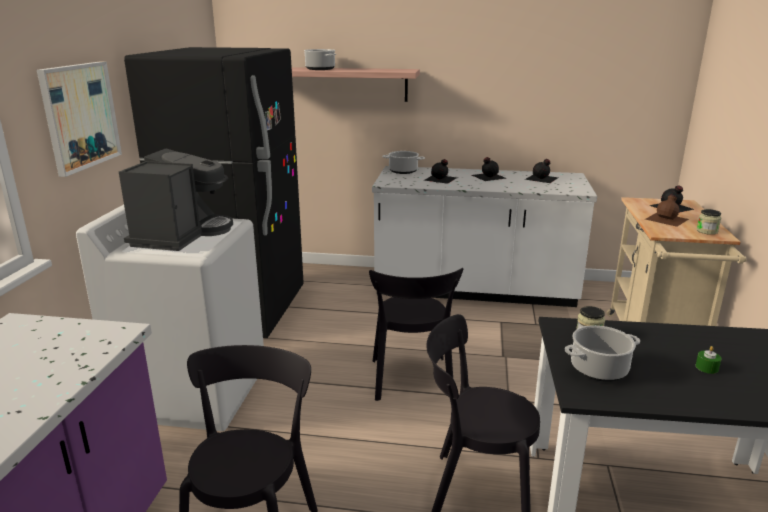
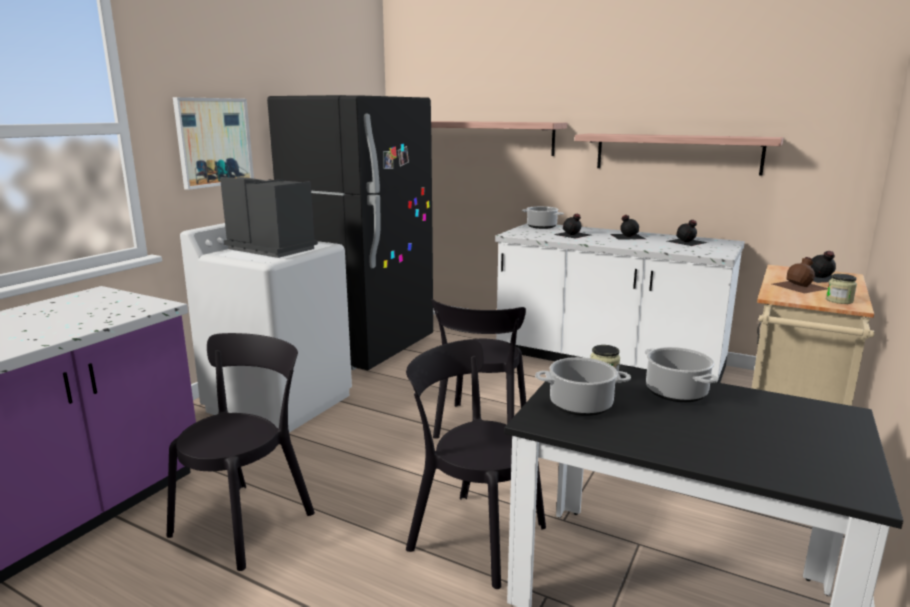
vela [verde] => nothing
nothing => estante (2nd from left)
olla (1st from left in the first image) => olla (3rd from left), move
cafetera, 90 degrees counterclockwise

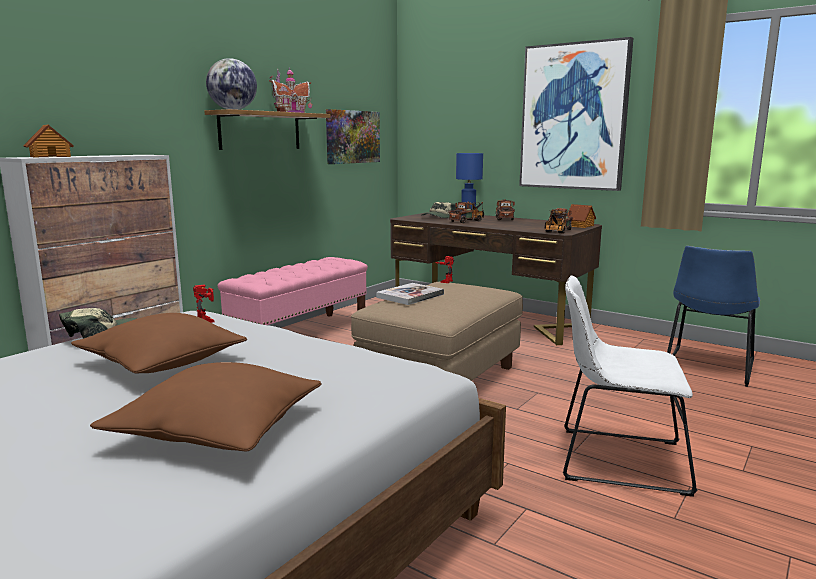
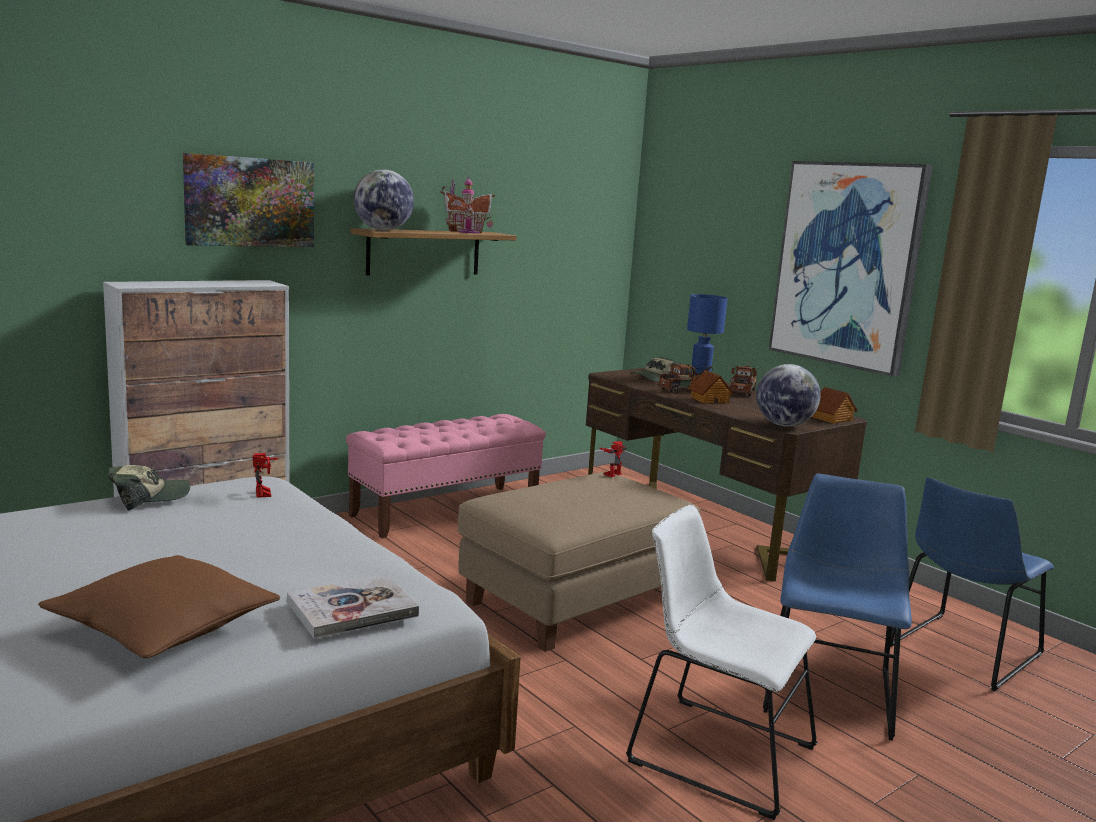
cojín [marrón] (1st from left) => nothing
nothing => silla [azul] (1st from left)
casita (1st from left in the first image) => casita (2nd from left), move
cuadro (1st from left), move
libro, move
camión de juguete (3rd from left) => globo terráqueo (2nd from left)

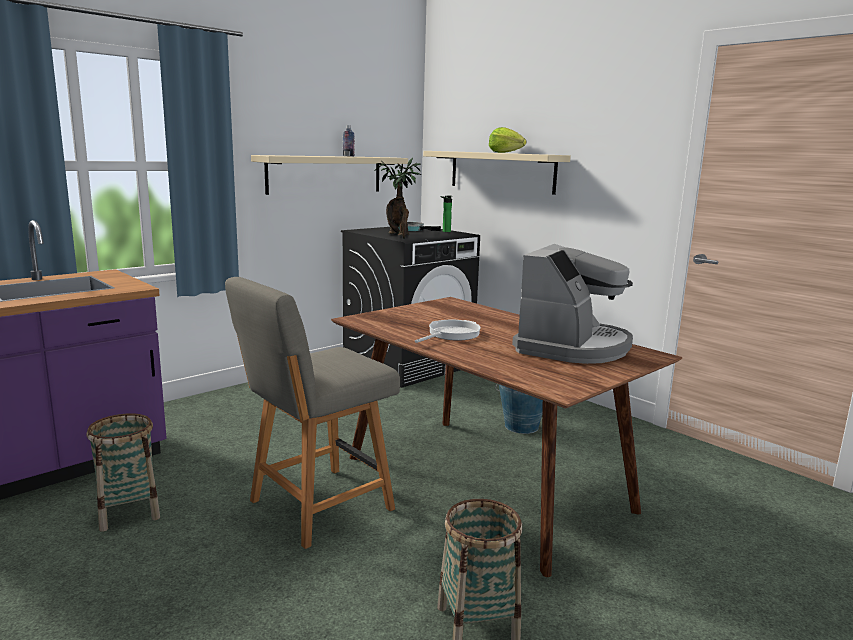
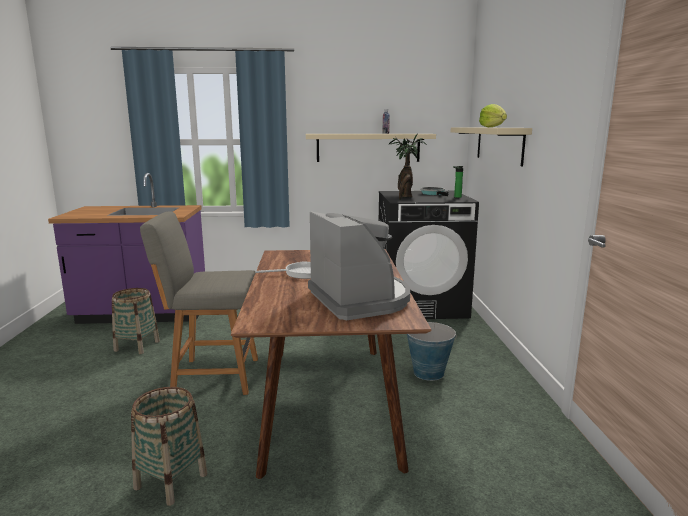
cafetera, 90 degrees counterclockwise

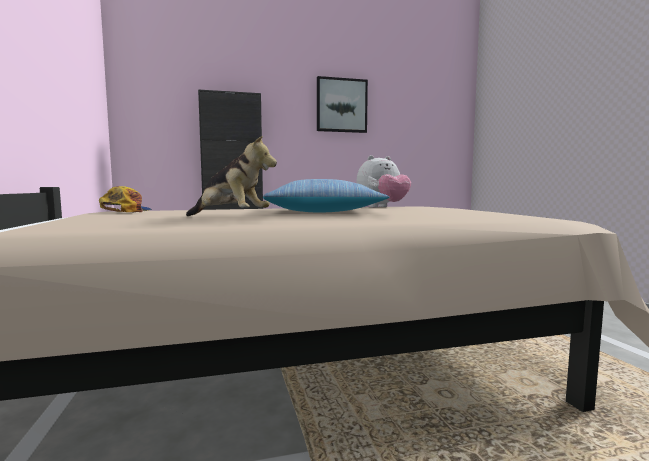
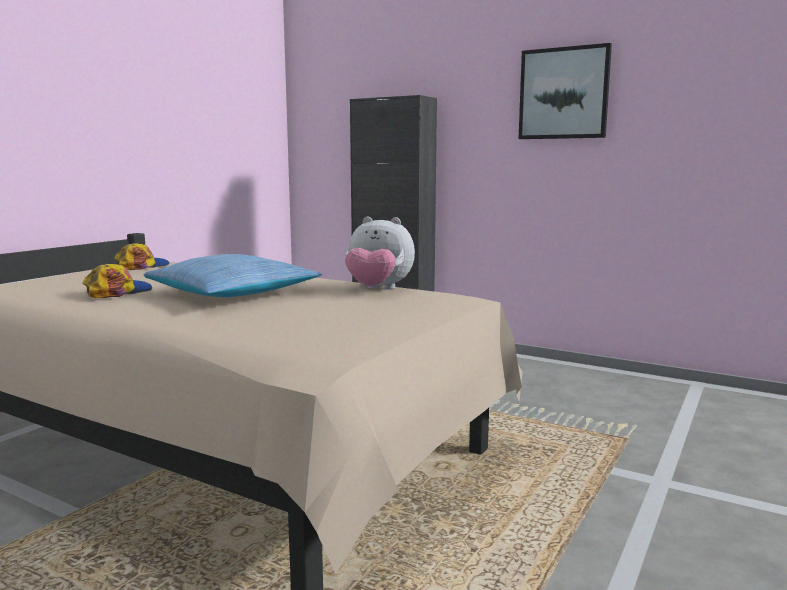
peluche (1st from left) => gorra (1st from left)

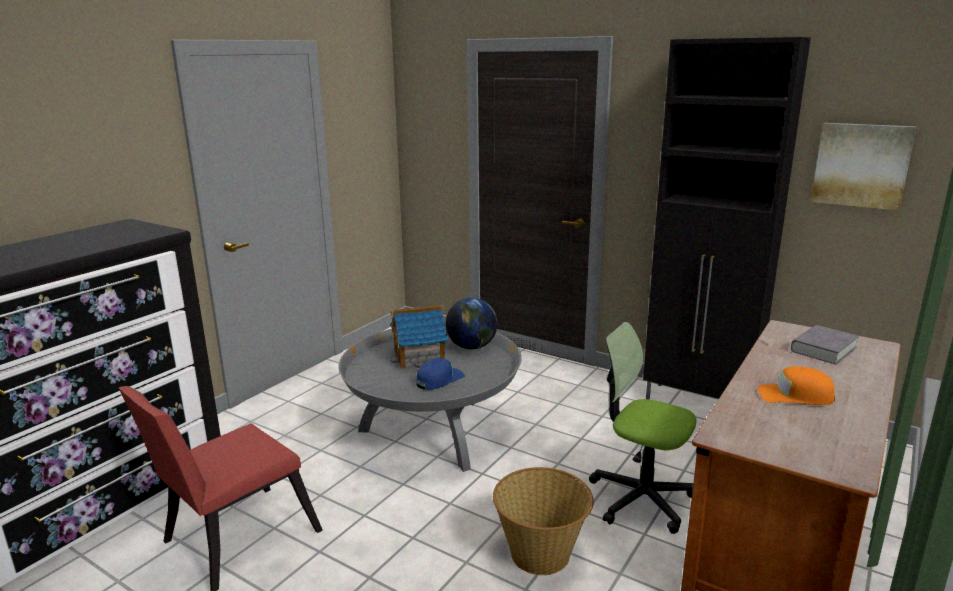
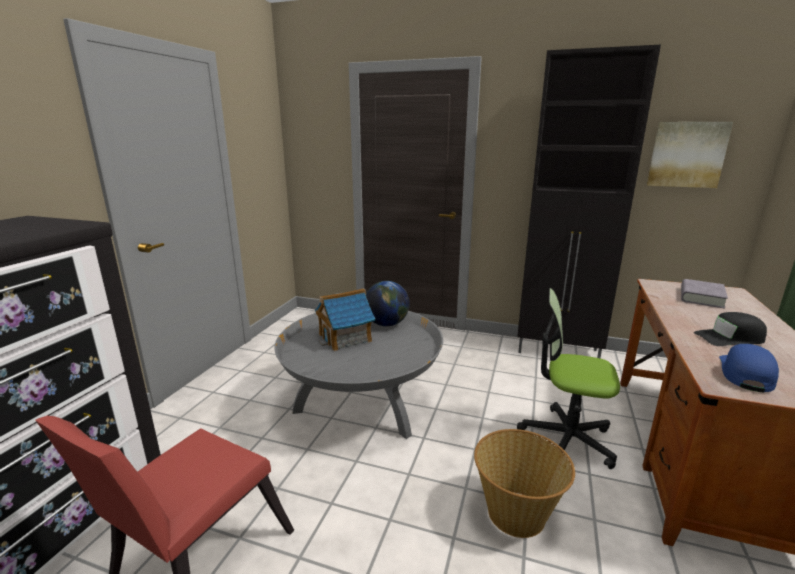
gorra [azul], move
gorra [naranja] => gorra [negro]

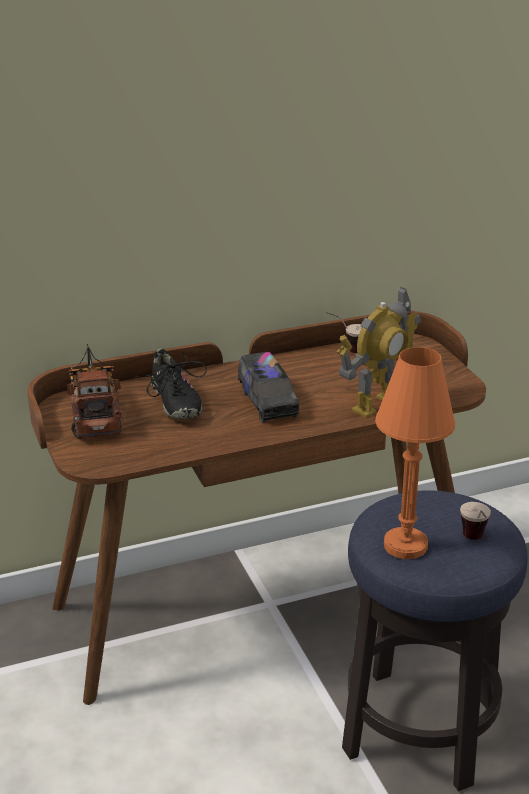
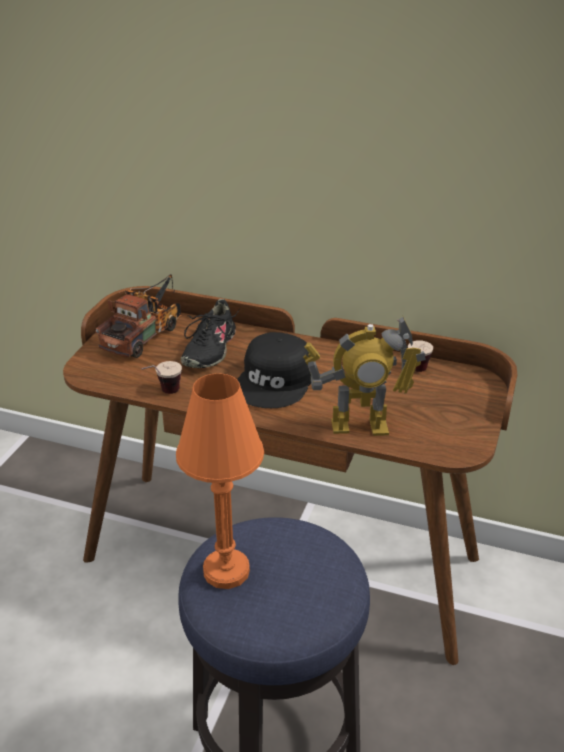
taza (2nd from left in the first image) => taza (1st from left), move
camión de juguete (2nd from left) => gorra [negro]

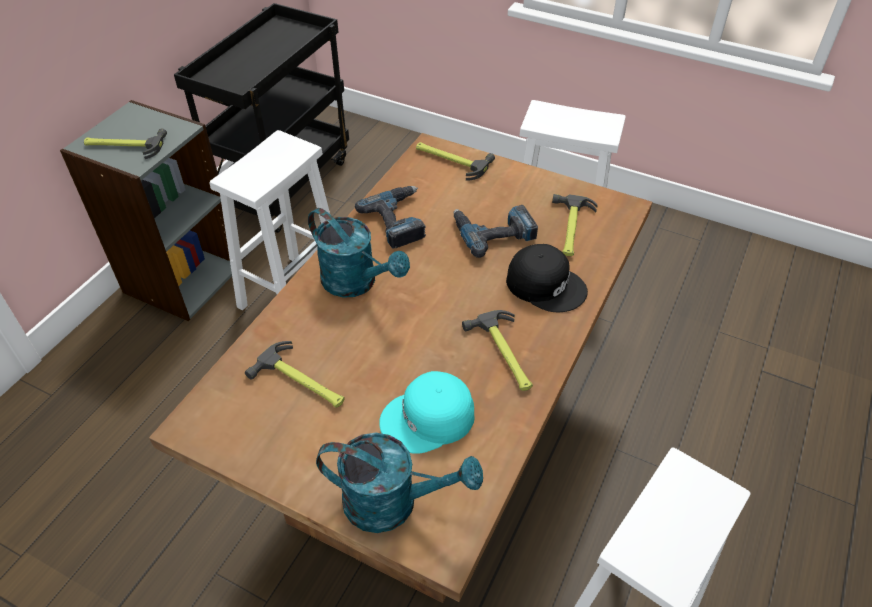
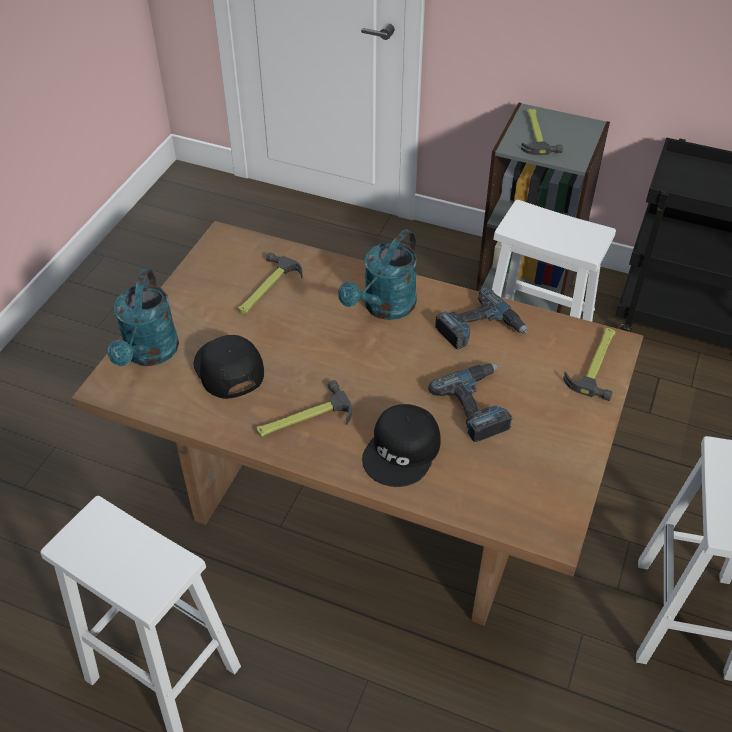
martillo (5th from left) => nothing
gorra [turquesa] => gorra [negro] (1st from left)

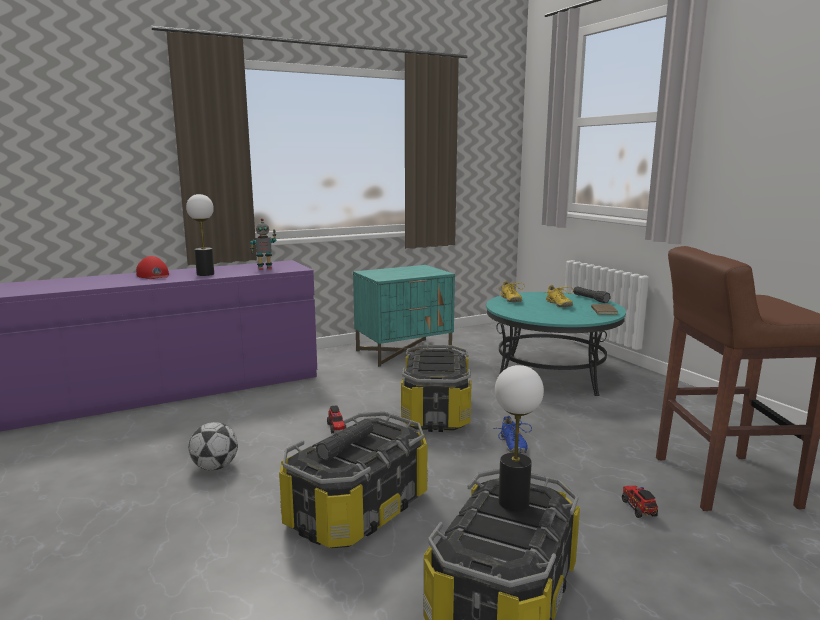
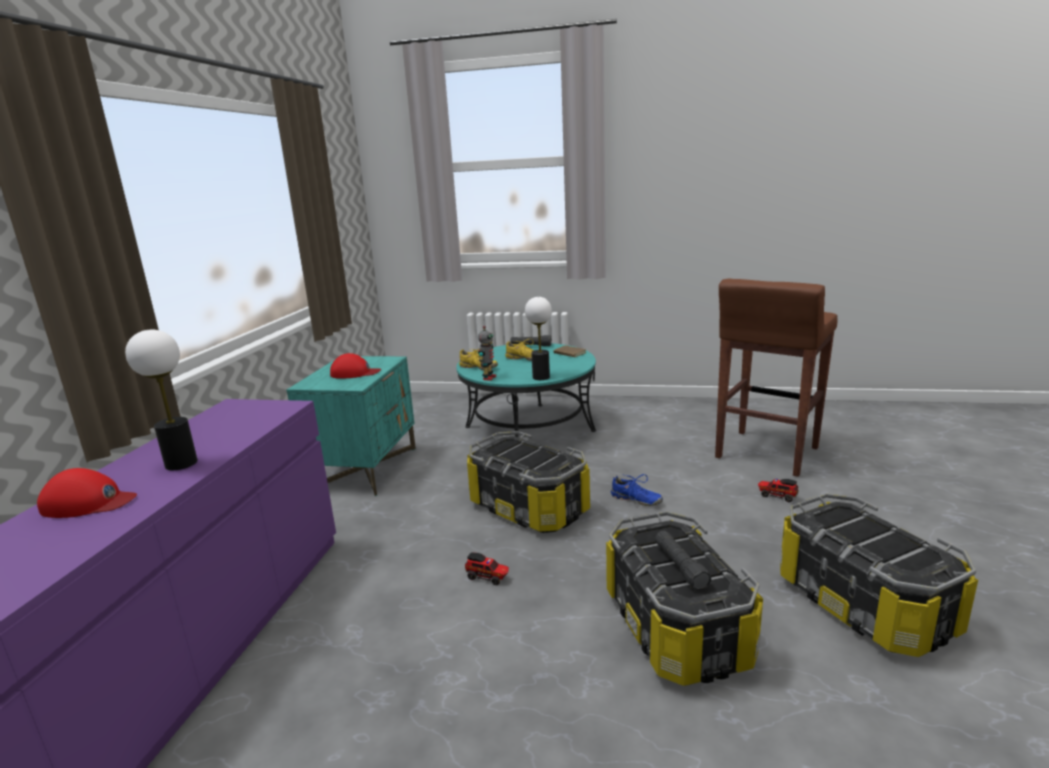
balón de fútbol => nothing
nothing => gorra [rojo] (2nd from left)
robot de juguete, move
lámpara de mesa (2nd from left), move

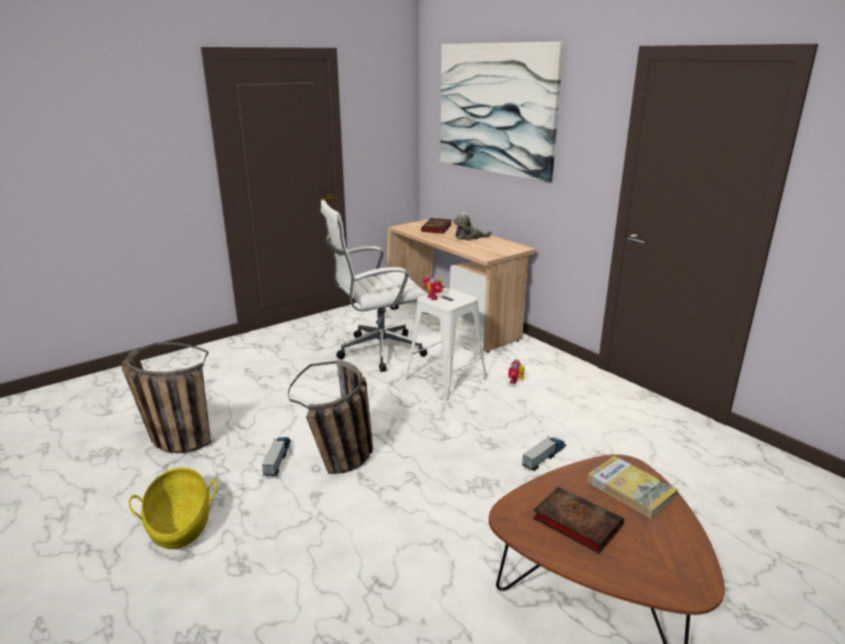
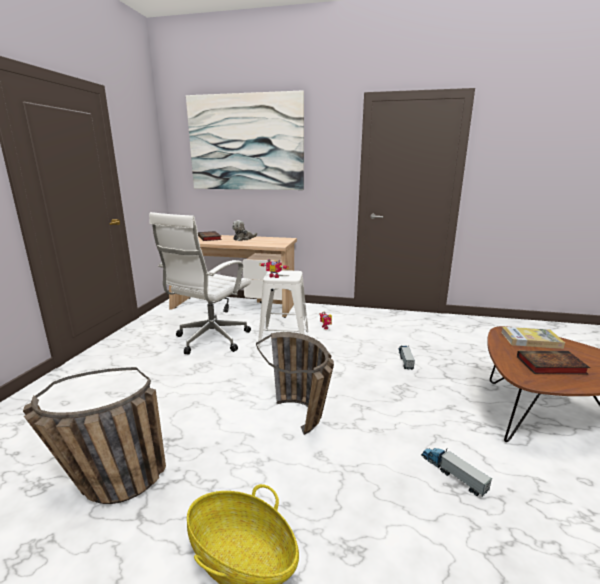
camión de juguete (1st from left in the first image) => camión de juguete (2nd from left), move

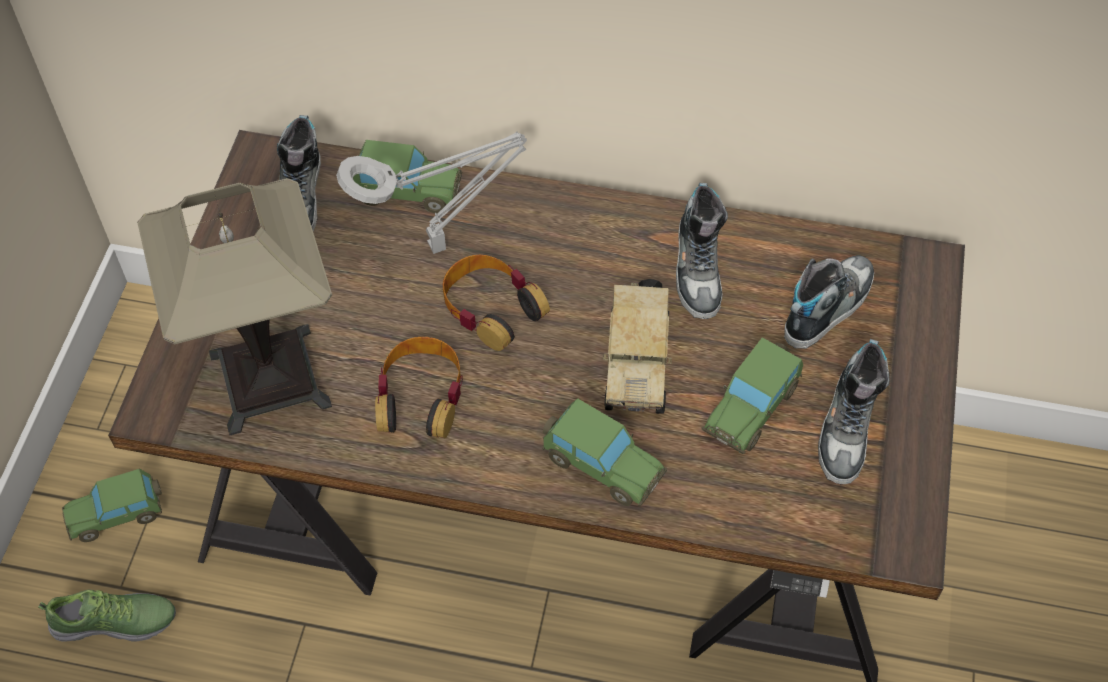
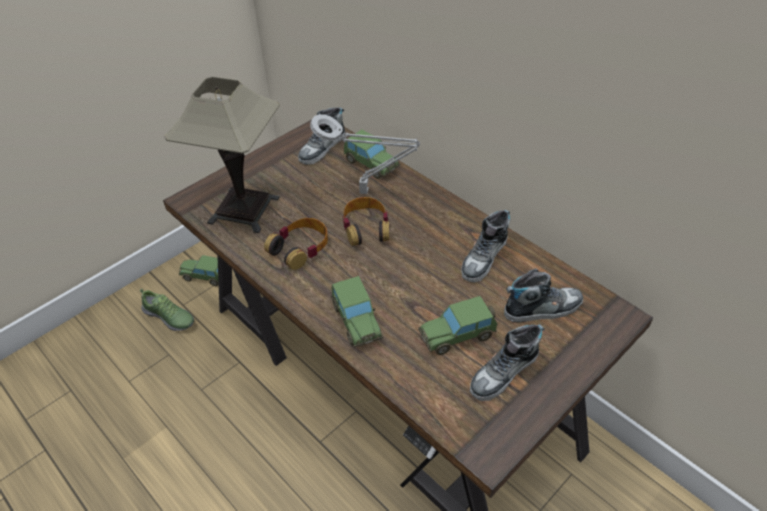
camión de juguete => nothing

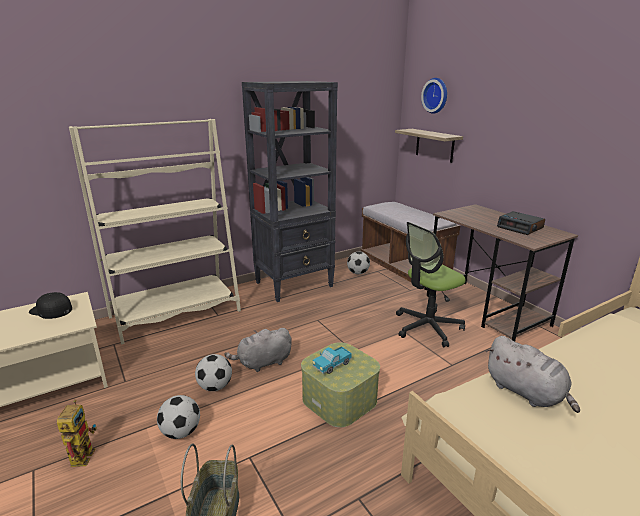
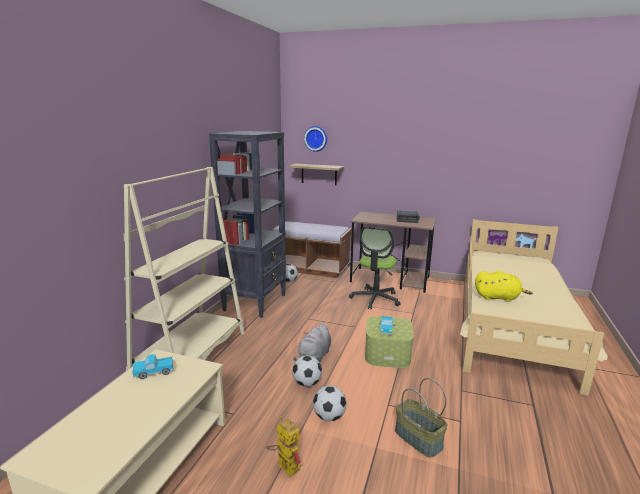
gorra [negro] => camión de juguete (1st from left)
peluche [gris] (2nd from left) => peluche [amarillo]

